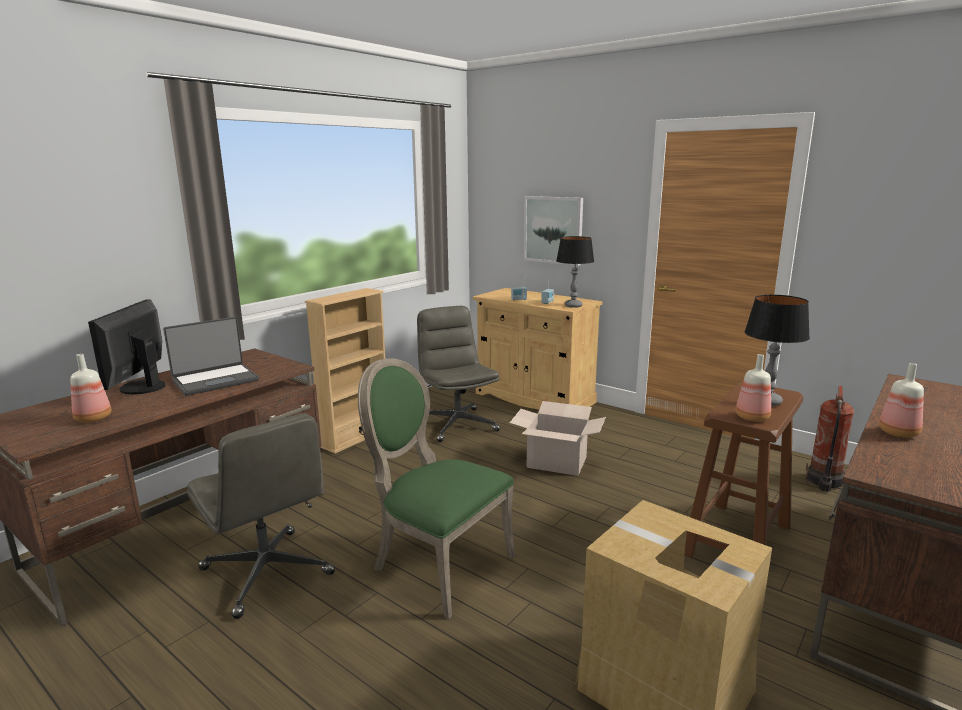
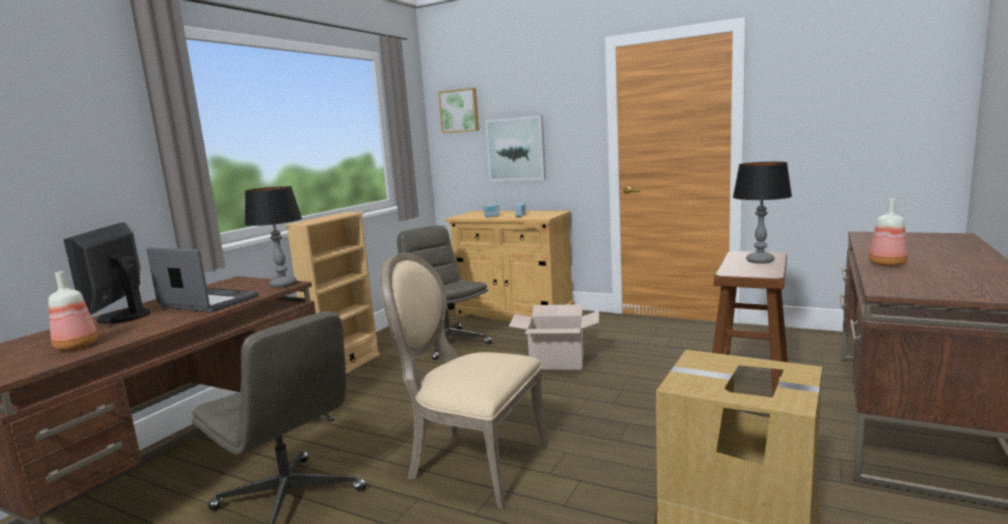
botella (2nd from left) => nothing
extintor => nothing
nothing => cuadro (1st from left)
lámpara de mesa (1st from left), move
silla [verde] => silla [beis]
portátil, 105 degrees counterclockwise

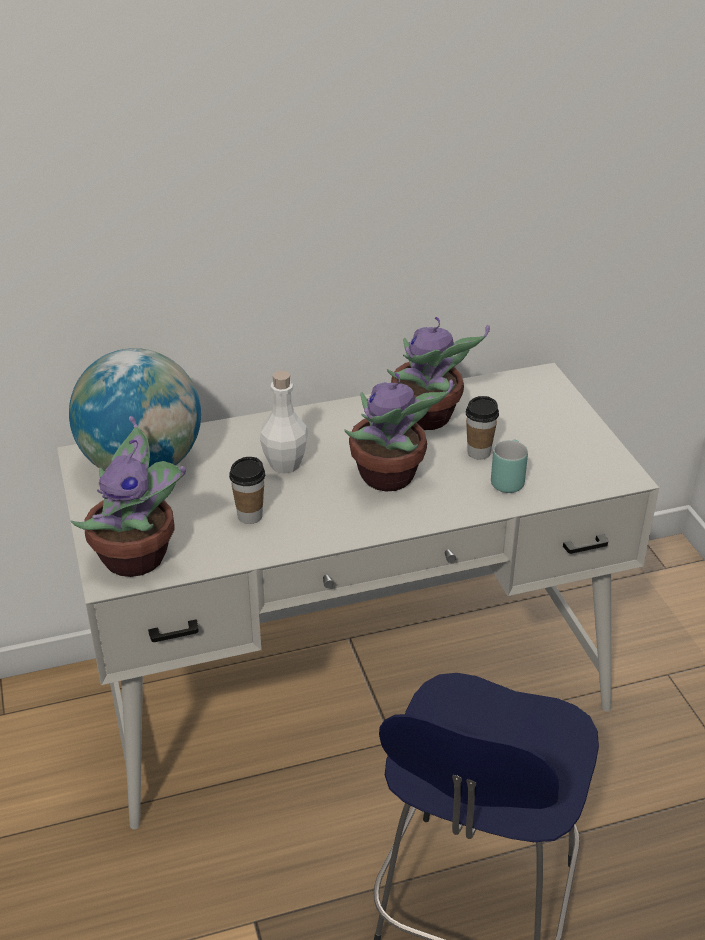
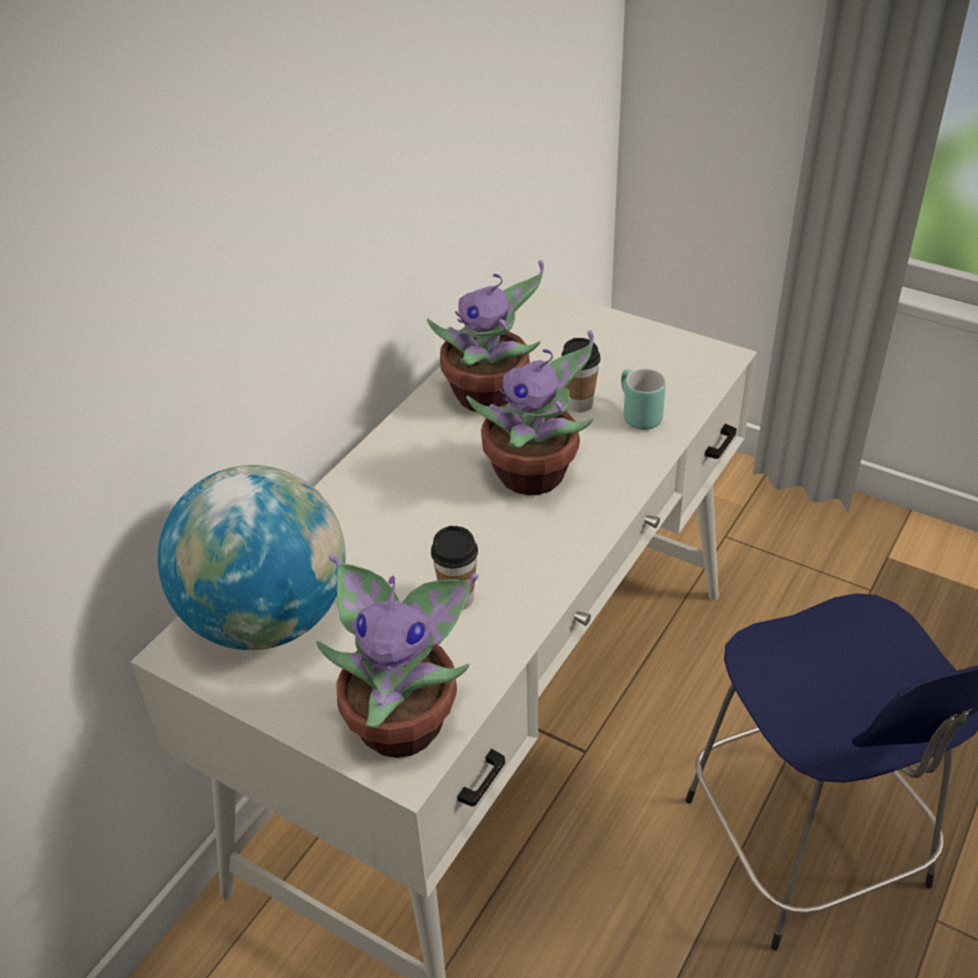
botella [blanco] => nothing

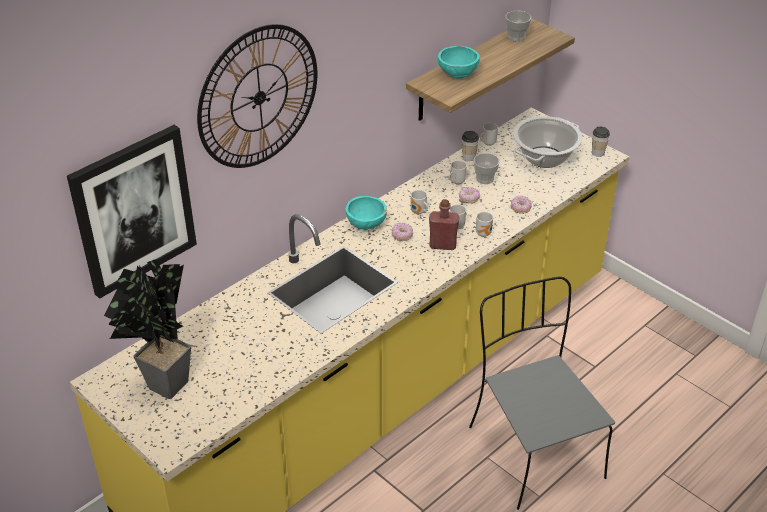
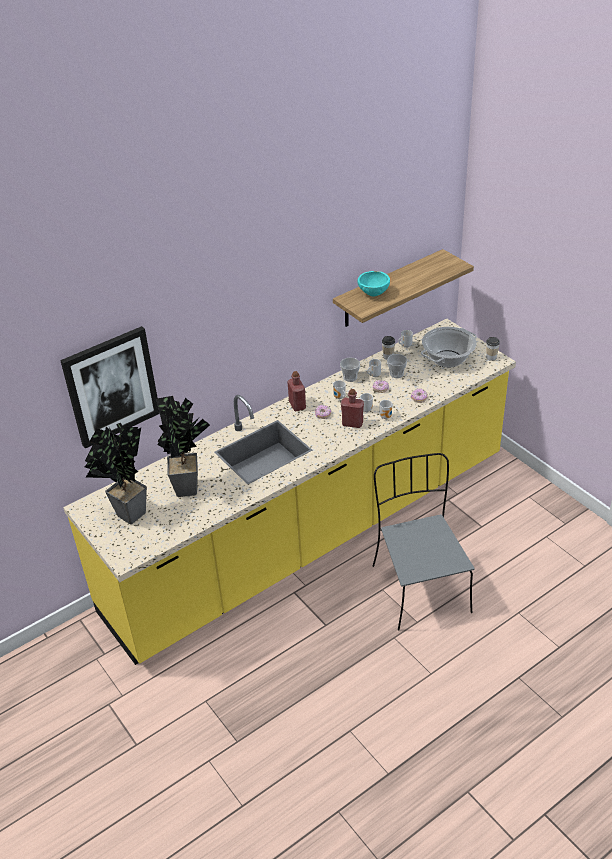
reloj de pared => nothing
nothing => planta en maceta (2nd from left)
taza (3rd from left in the first image) => taza (1st from left), move
cuenco [turquesa] (1st from left) => botella [rojo] (1st from left)

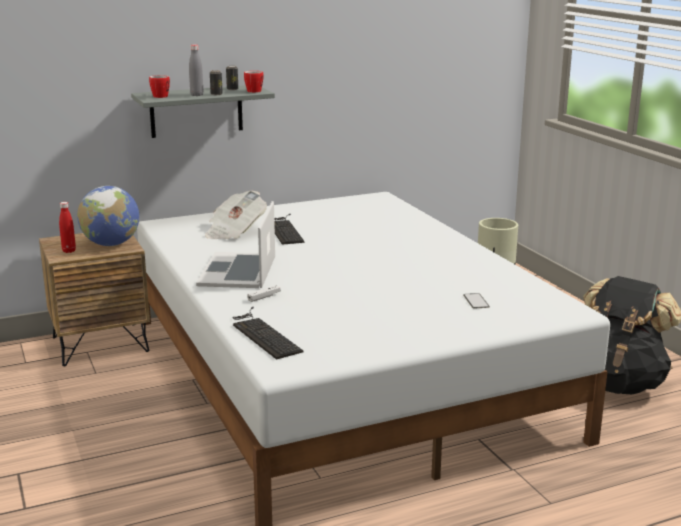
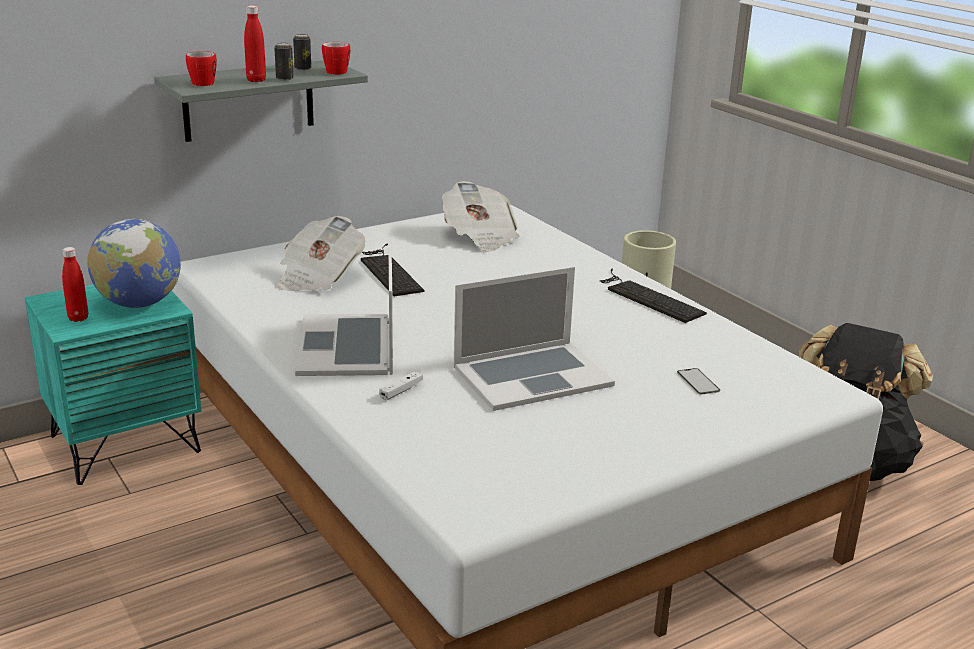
nothing => periódico (2nd from left)
nothing => portátil (2nd from left)
teclado (1st from left in the first image) => teclado (2nd from left), move
mesita de noche [marrón] => mesita de noche [turquesa]
botella [gris] => botella [rojo] (2nd from left)

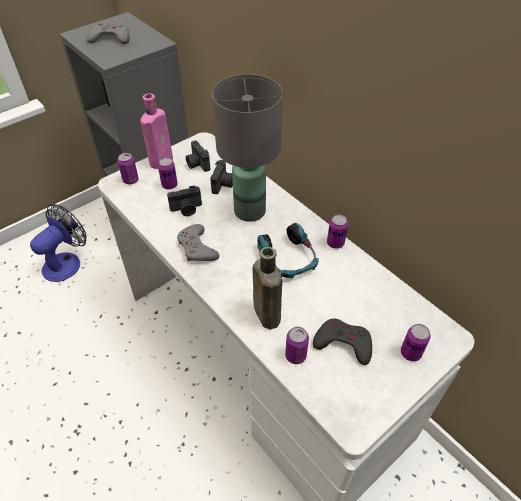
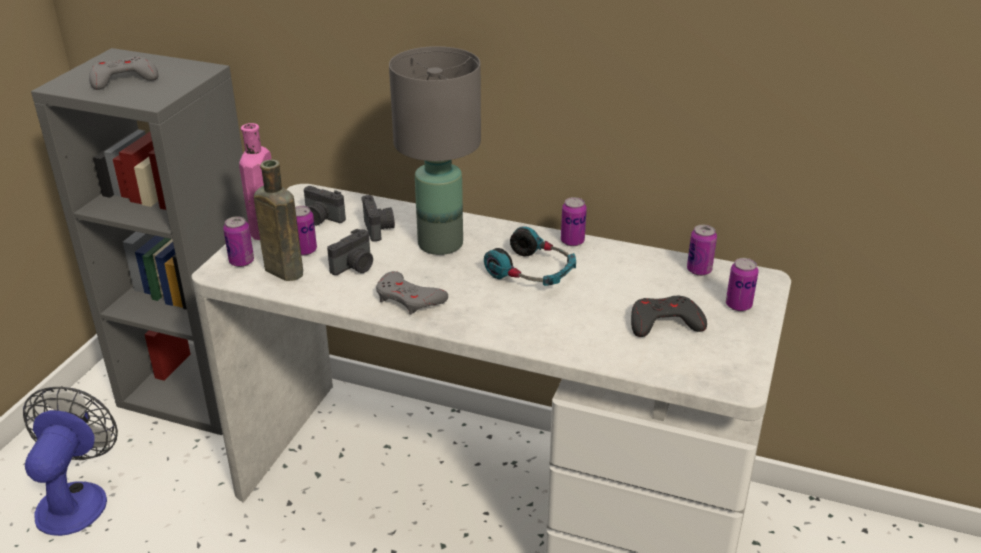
botella [marrón], move
lata (3rd from left in the first image) => lata (4th from left), move

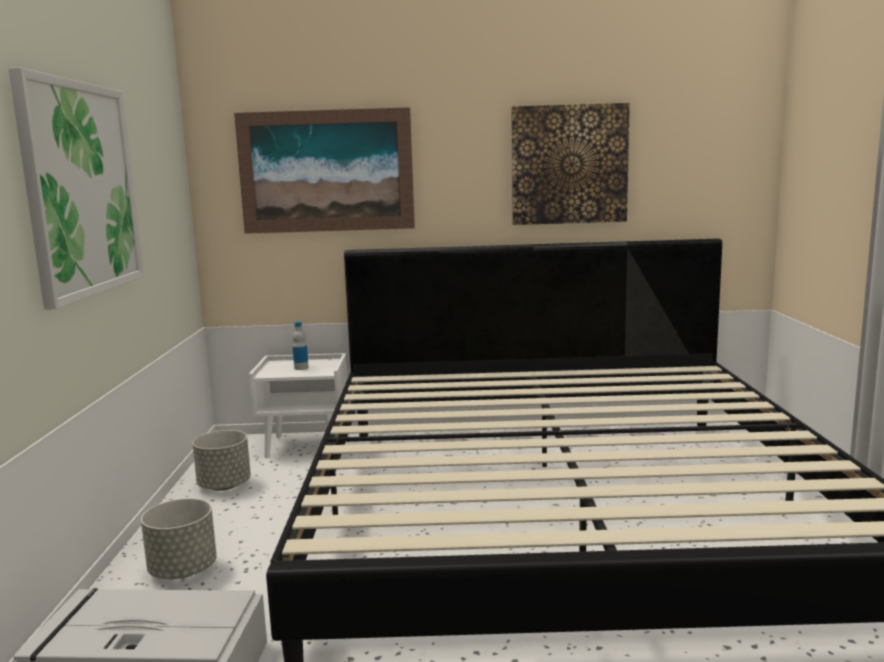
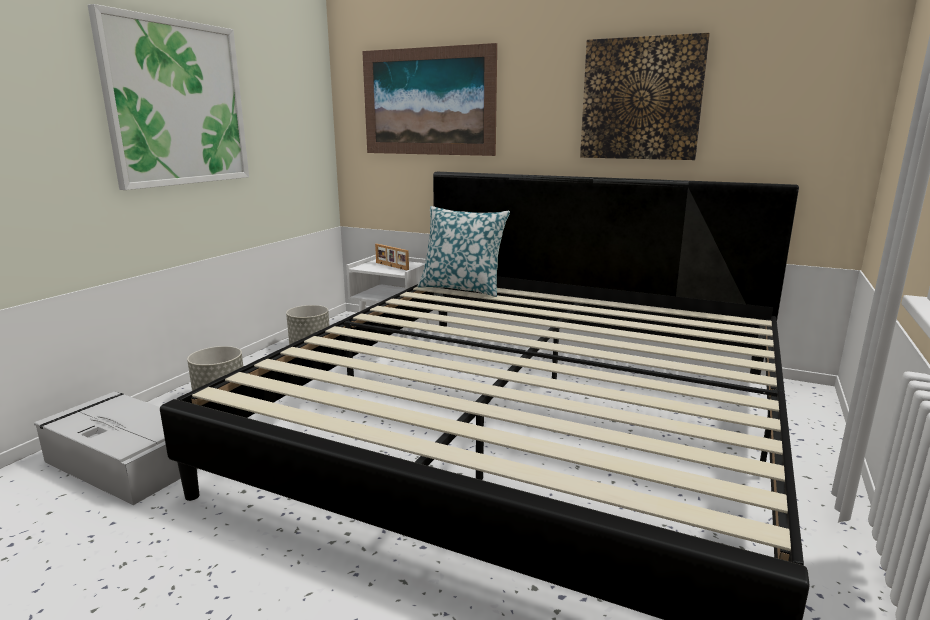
nothing => cojín
botella => portarretratos

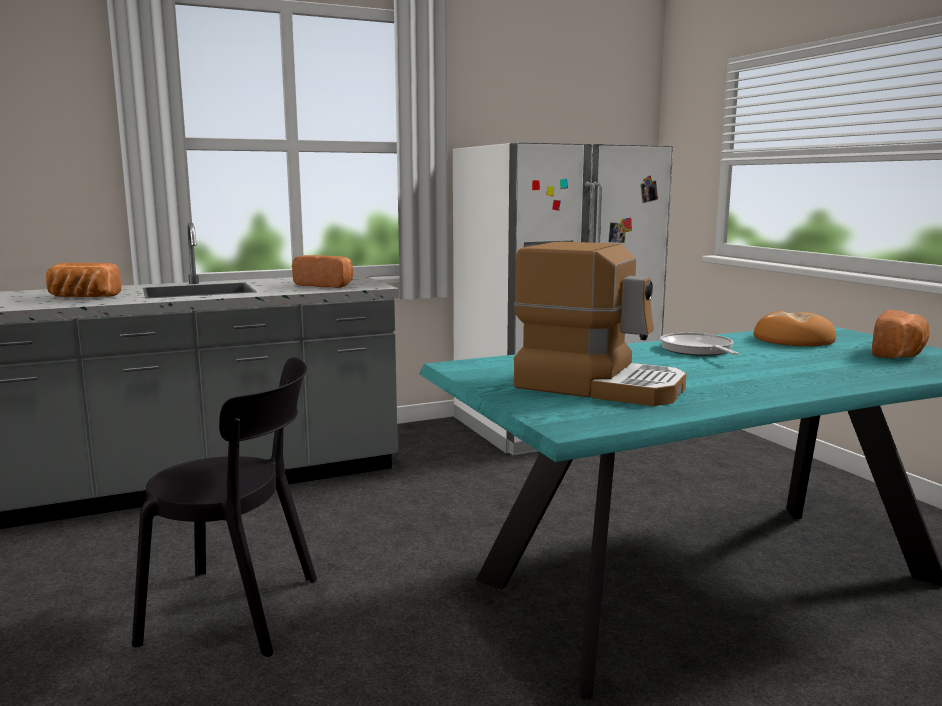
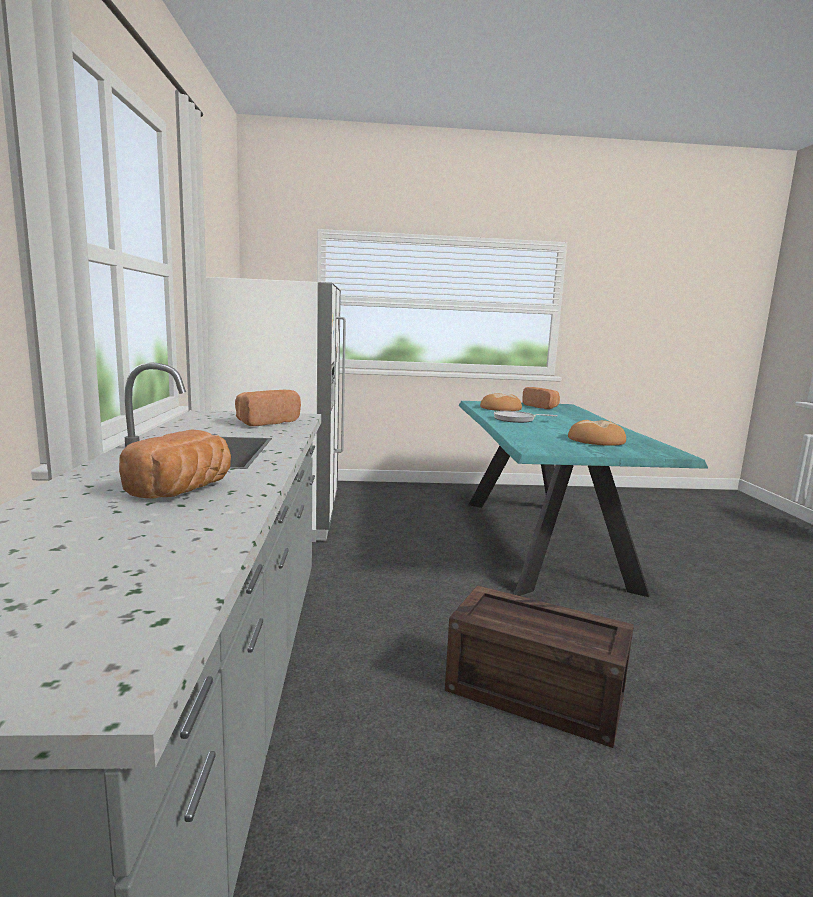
silla [negro] => caja de embalaje
cafetera => pan (5th from left)

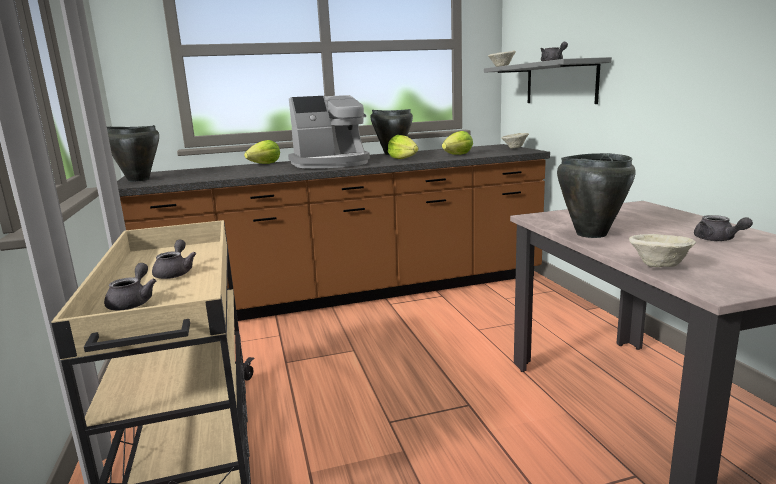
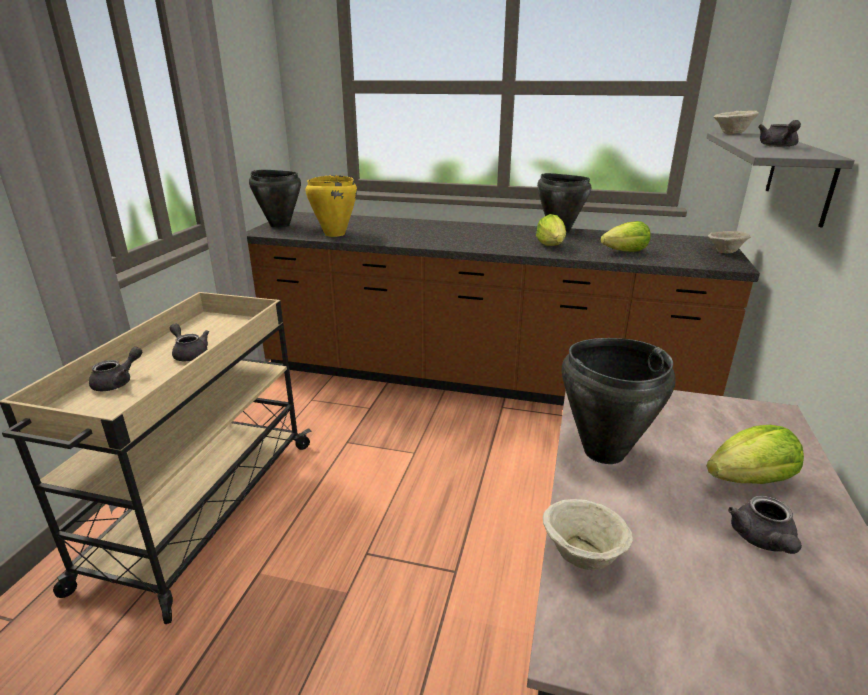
cafetera => nothing
nothing => olla [amarillo]
lechuga (1st from left in the first image) => lechuga (3rd from left), move
tetera [gris] (2nd from left), 75 degrees counterclockwise

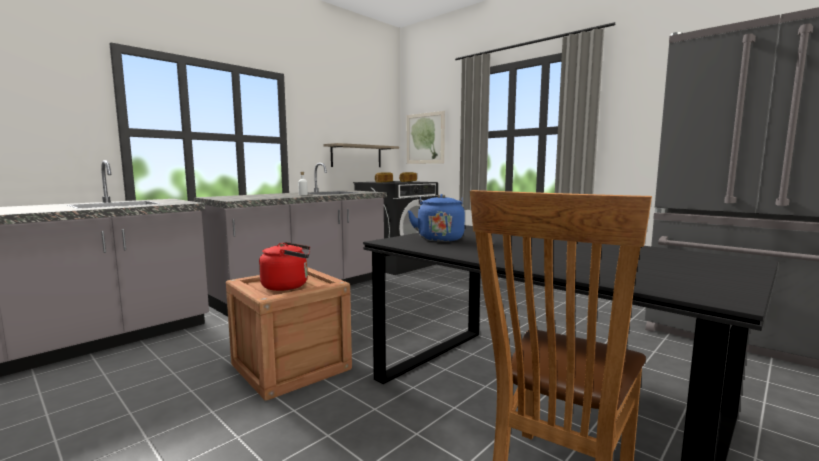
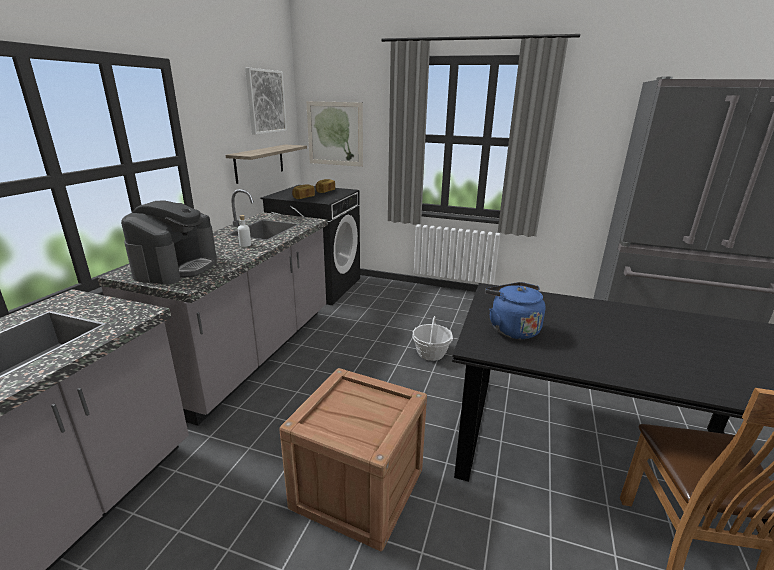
hervidor [rojo] => nothing
nothing => cafetera
nothing => cuadro (1st from left)
nothing => cesta

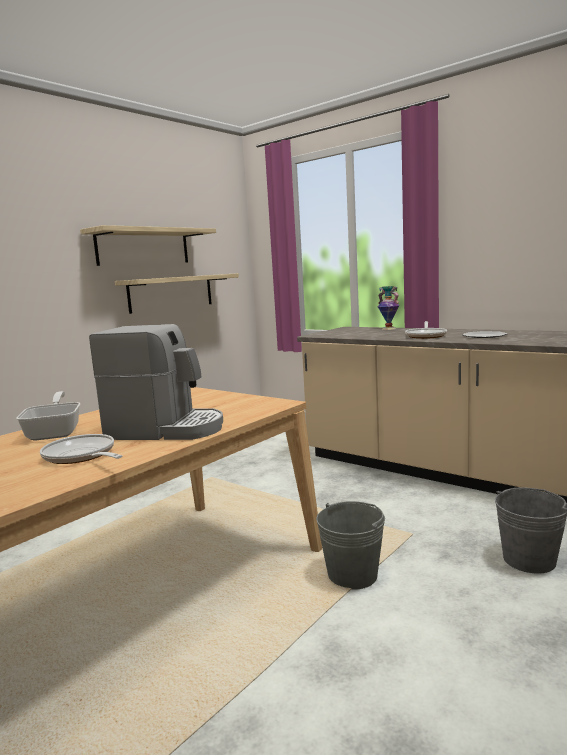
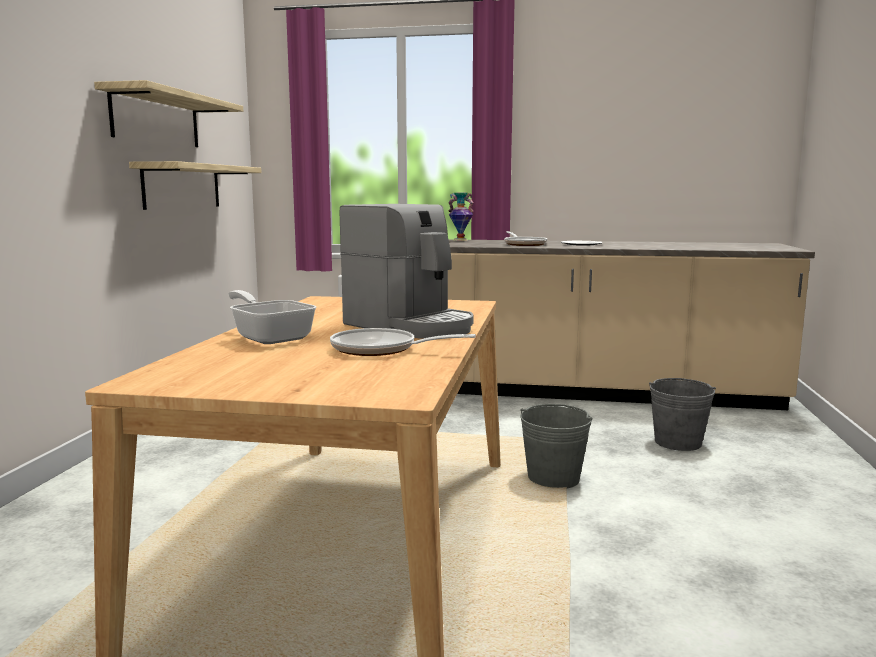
cafetera, 60 degrees clockwise

